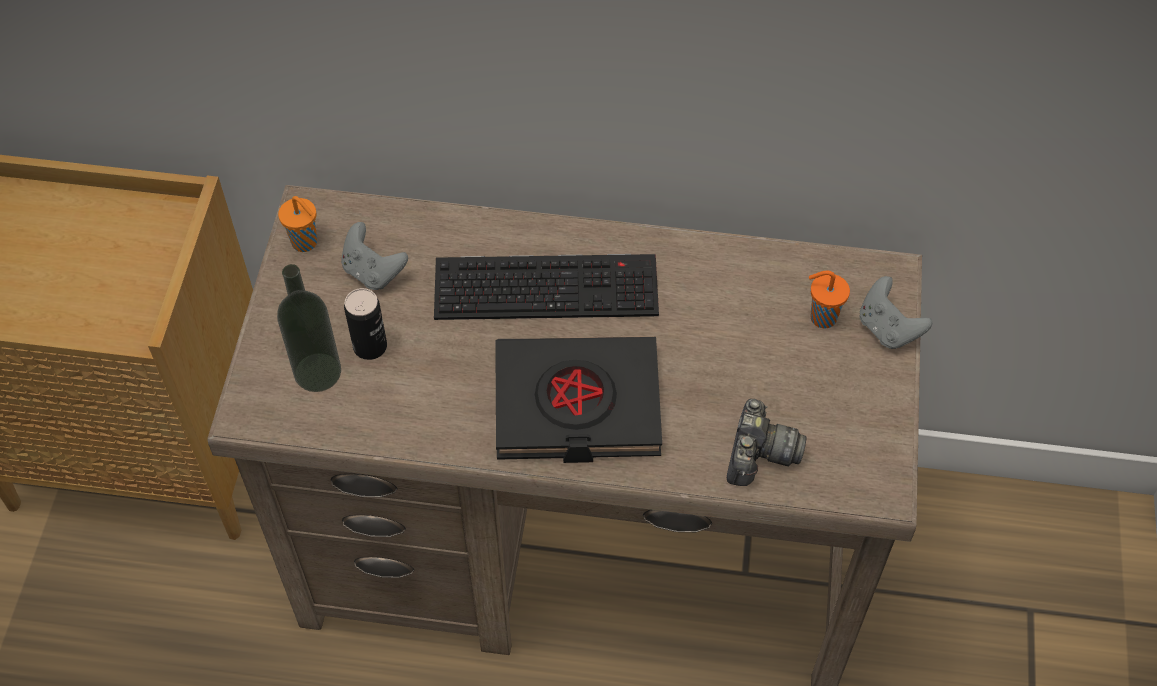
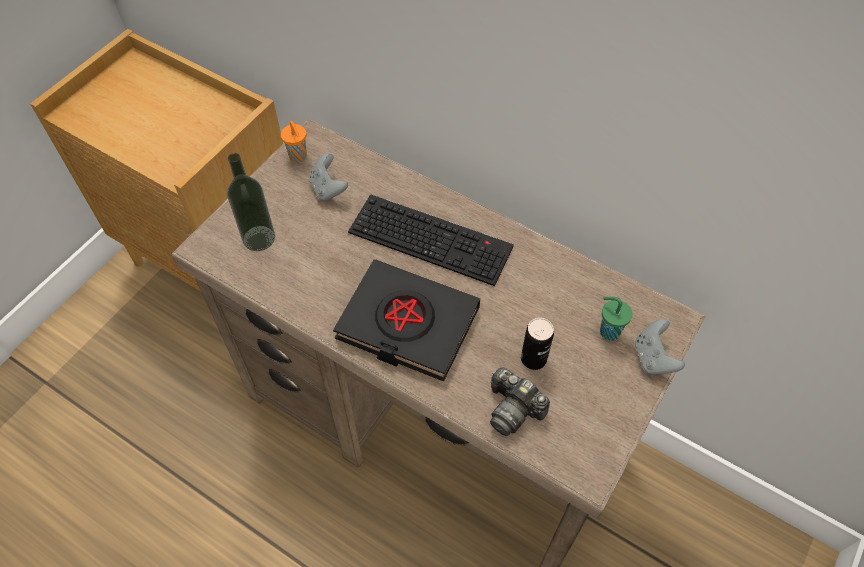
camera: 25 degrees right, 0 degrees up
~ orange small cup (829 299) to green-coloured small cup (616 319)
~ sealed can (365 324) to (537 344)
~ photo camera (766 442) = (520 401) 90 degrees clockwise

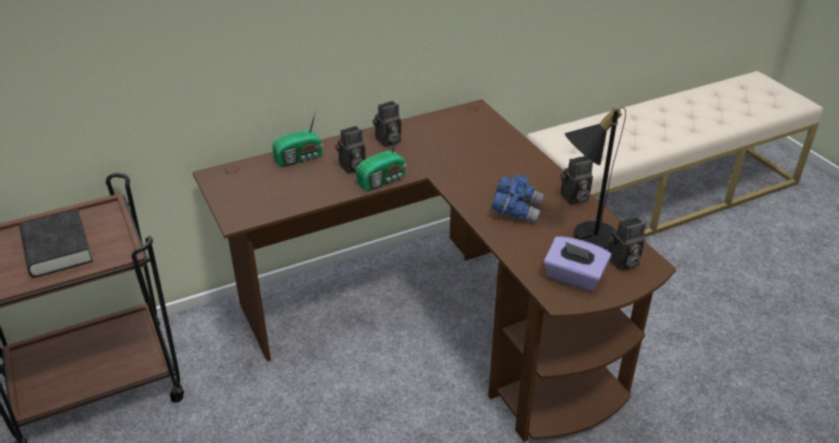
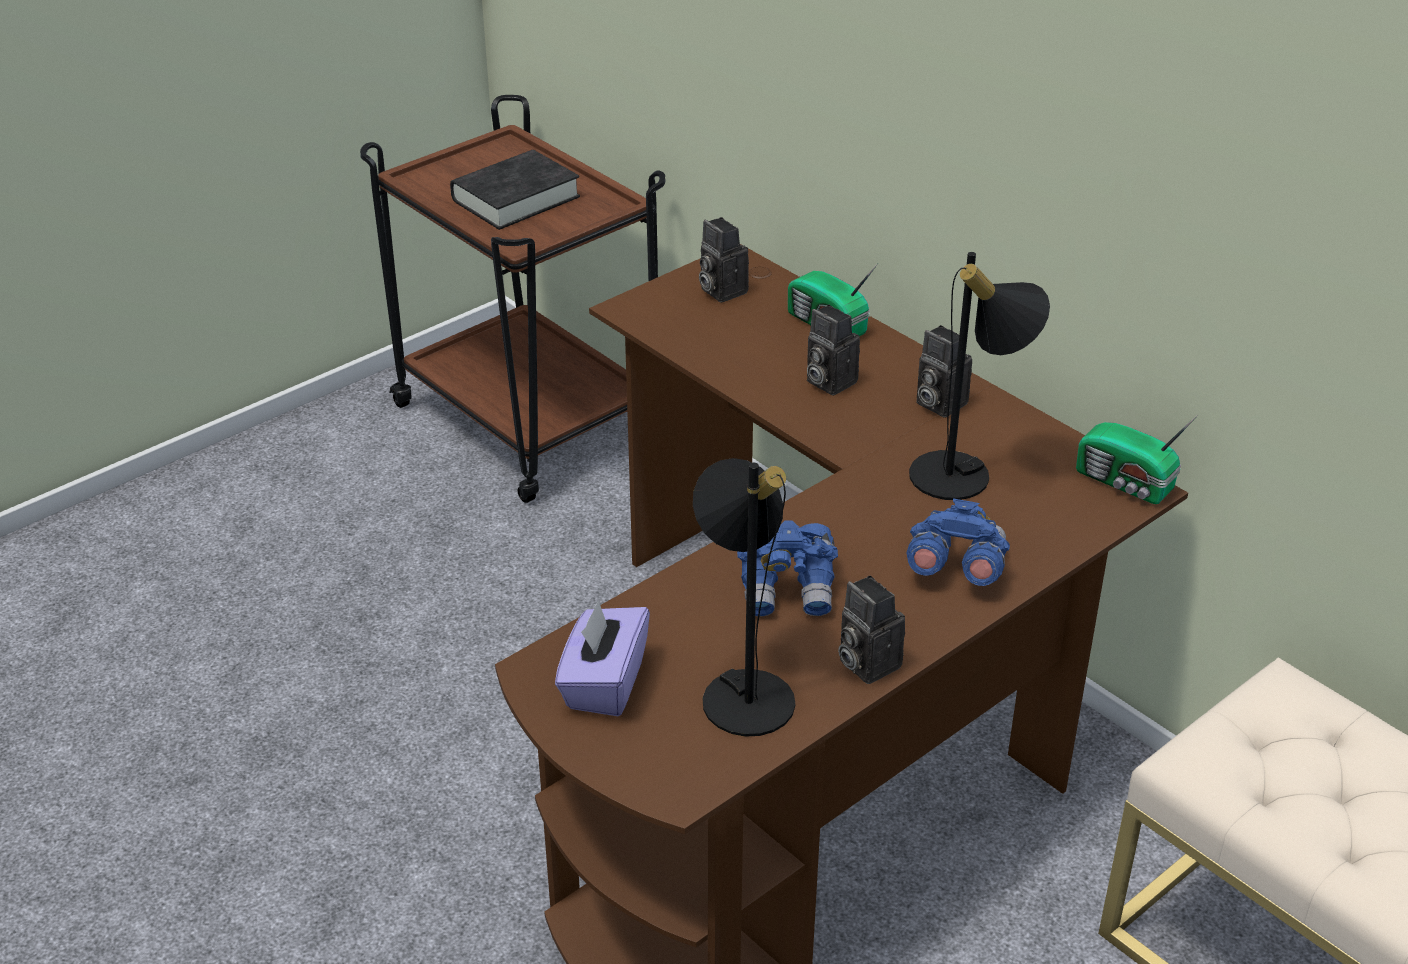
camera: 75 degrees right, 0 degrees up
~ radio set (381 159) to (1137 459)
~ photo camera (627 243) to (724 259)
+ blackish tabletop lamp (979 376)
+ bluish pair of binoculars (958 542)

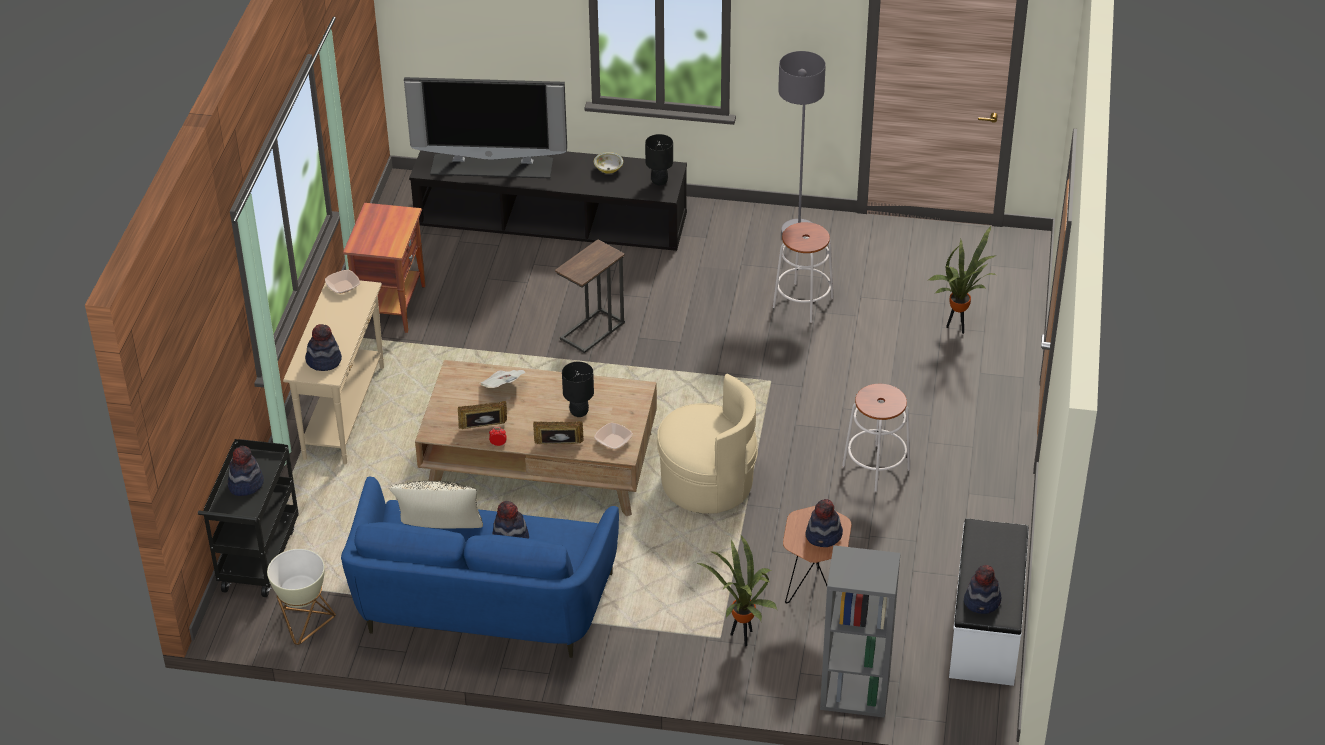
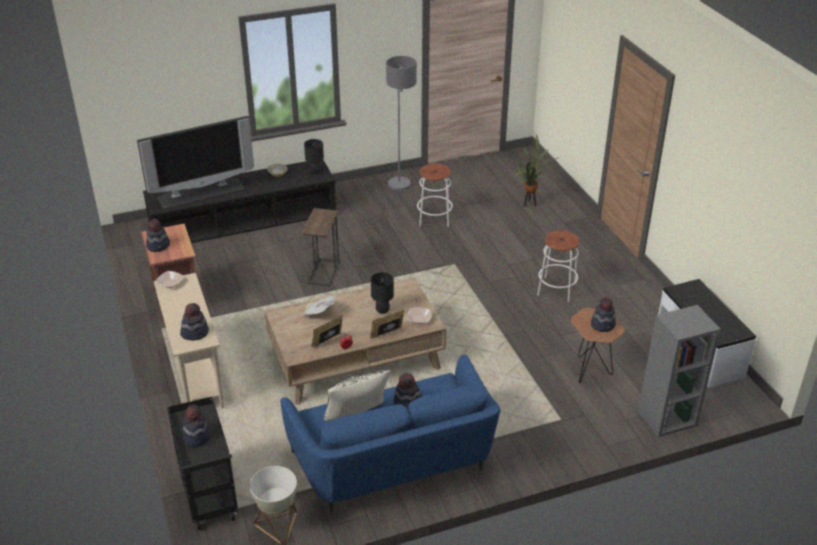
camera: 30 degrees left, 5 degrees down
- beige-coloured armchair (707 444)
- houseplant (737 590)
~ hat (982 589) to (158 235)

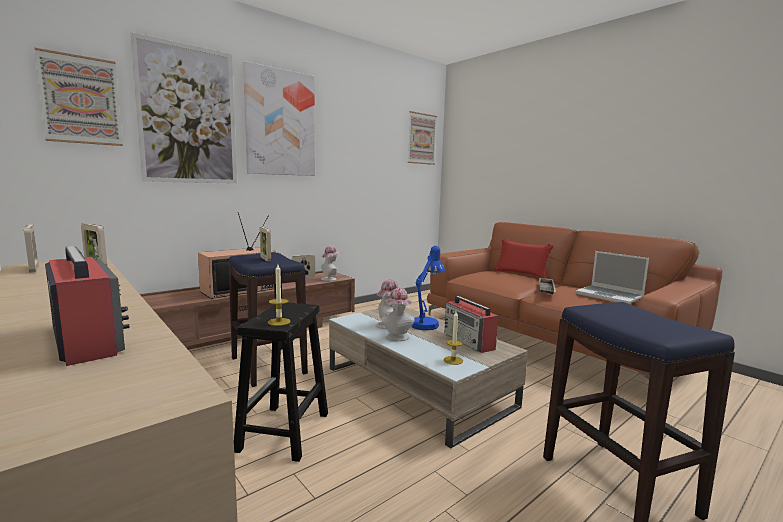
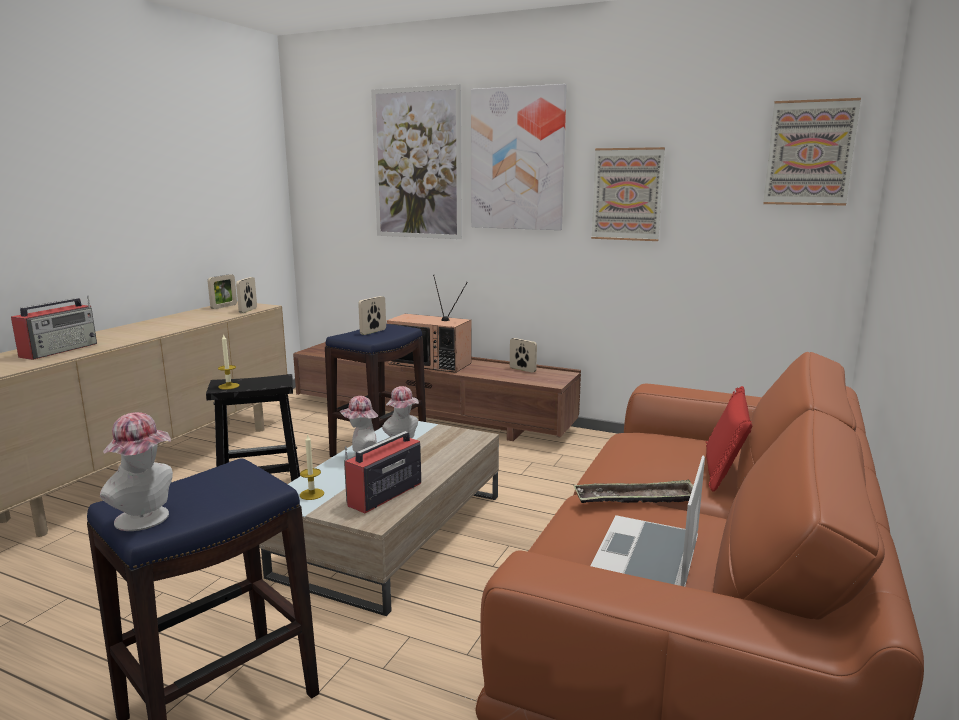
camera: 65 degrees right, 5 degrees up
~ picture (78 96) to (628 194)
~ hat (331 263) to (136 471)
- bluish tabletop lamp (428 288)

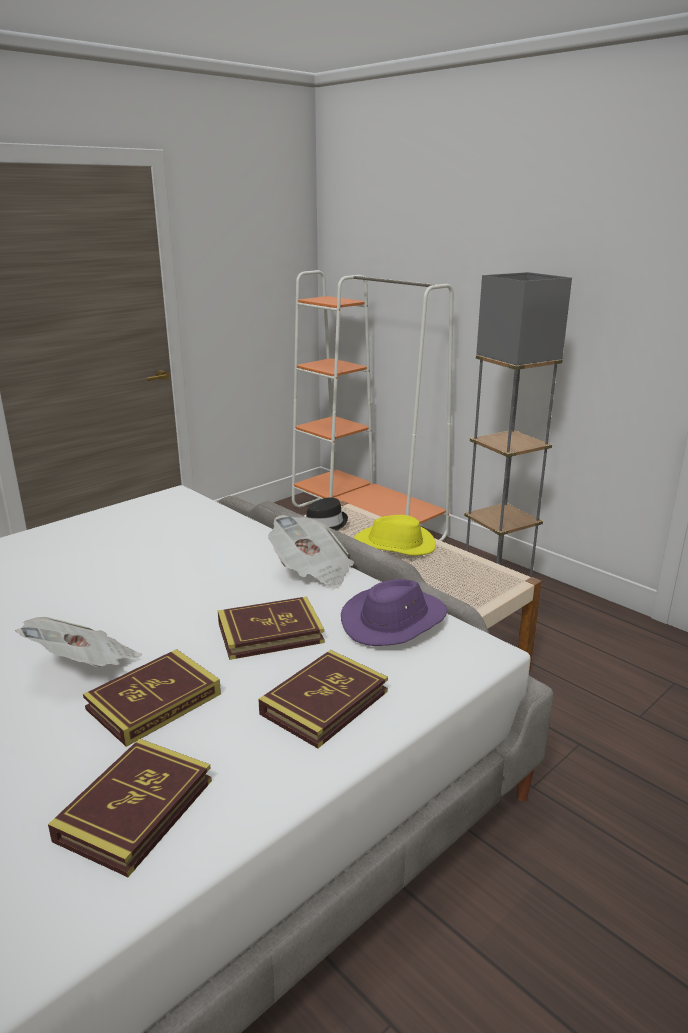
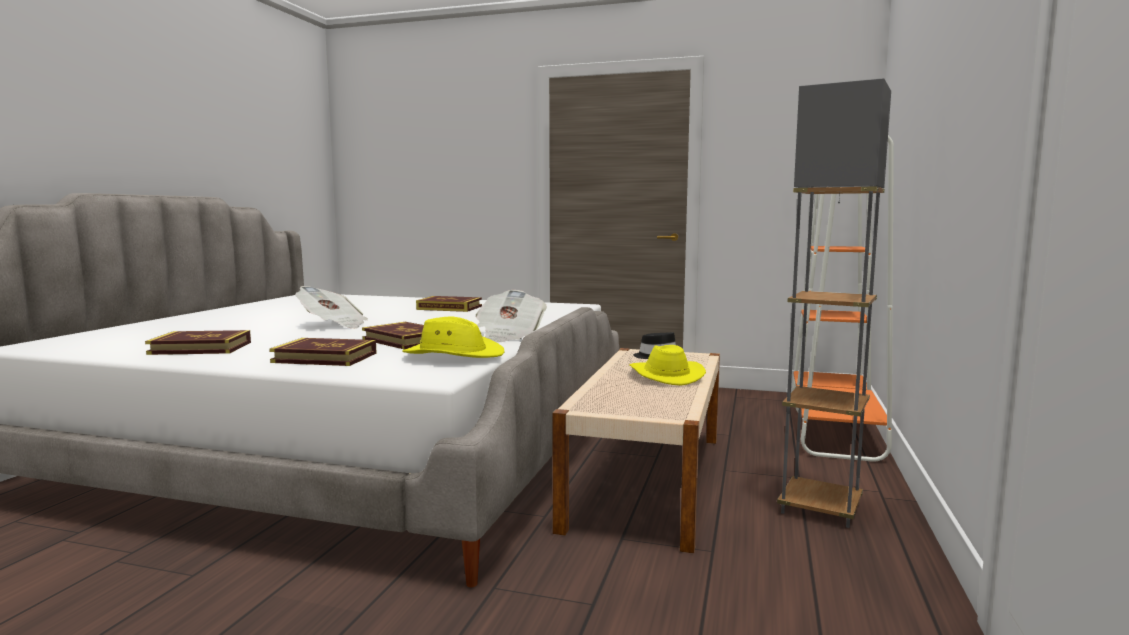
camera: 60 degrees right, 15 degrees down
~ purple-coloured hat (394 612) to yellow hat (453 337)
~ volume (152 698) to (449 304)

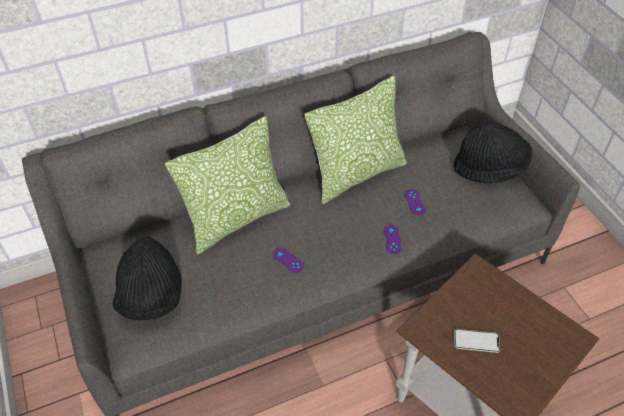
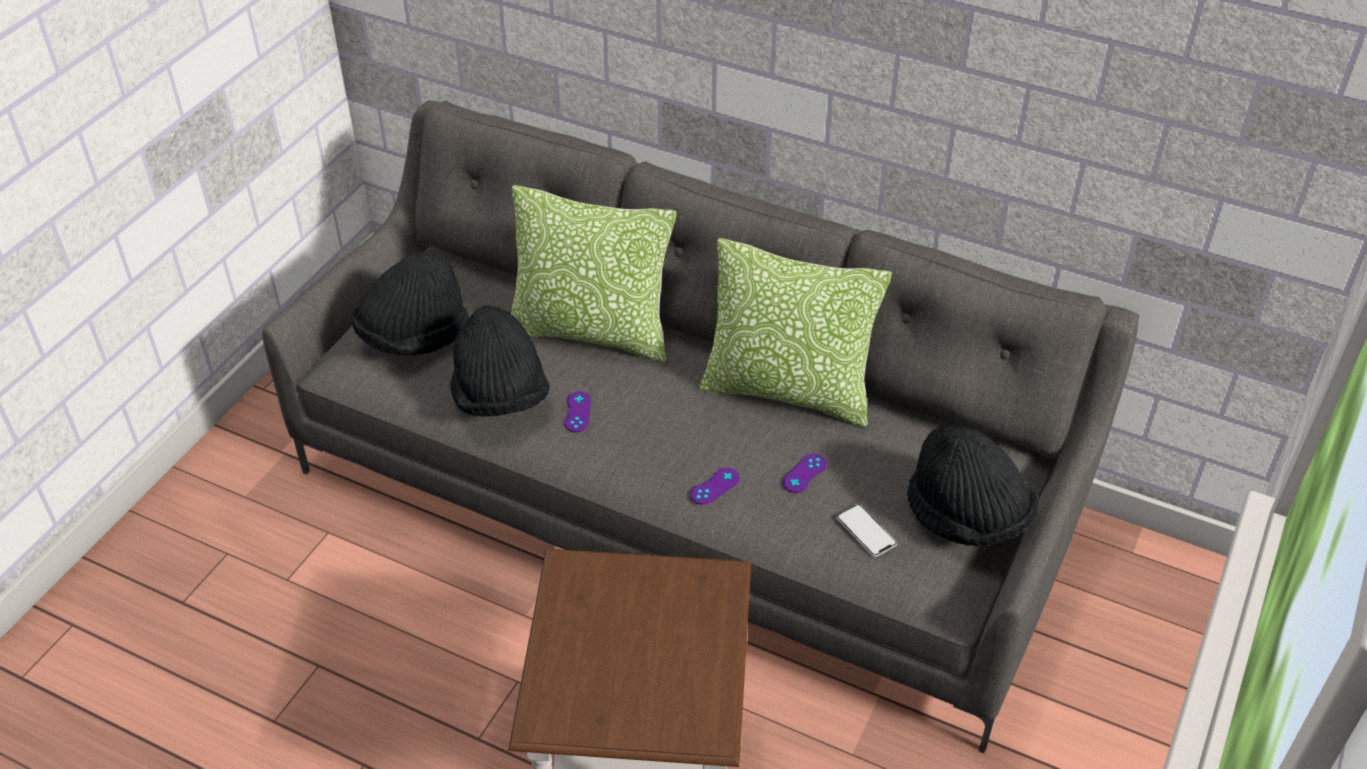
camera: 50 degrees right, 5 degrees down
~ telephone (477 341) to (866 530)
+ blackish hat (500 361)

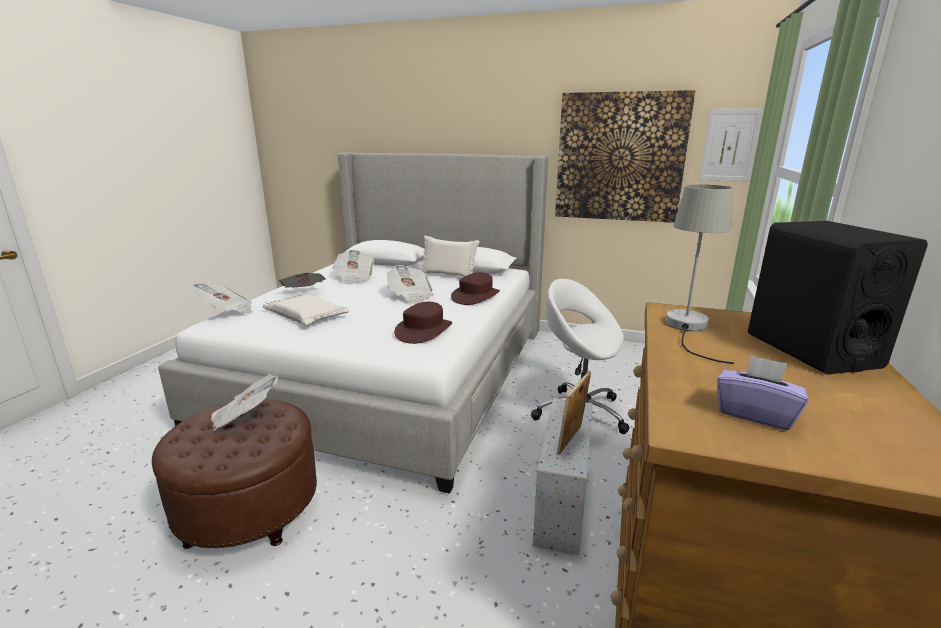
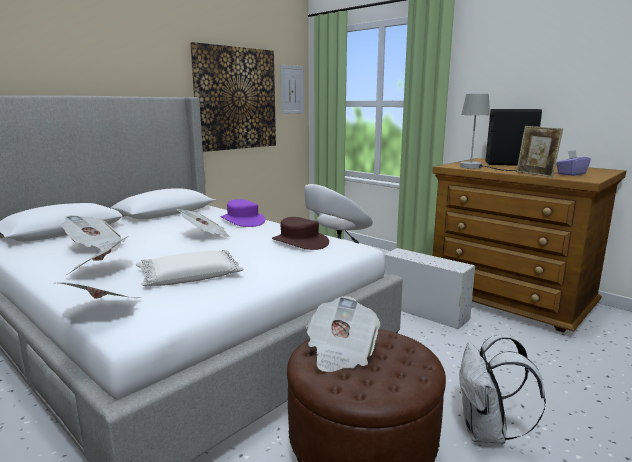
camera: 65 degrees left, 5 degrees down
- whitish throw pillow (449 256)
~ brown-coloured hat (475 288) to purple-coloured hat (243 213)
~ standing frame (574 413) to (539 152)
+ whitish knapsack (502 389)

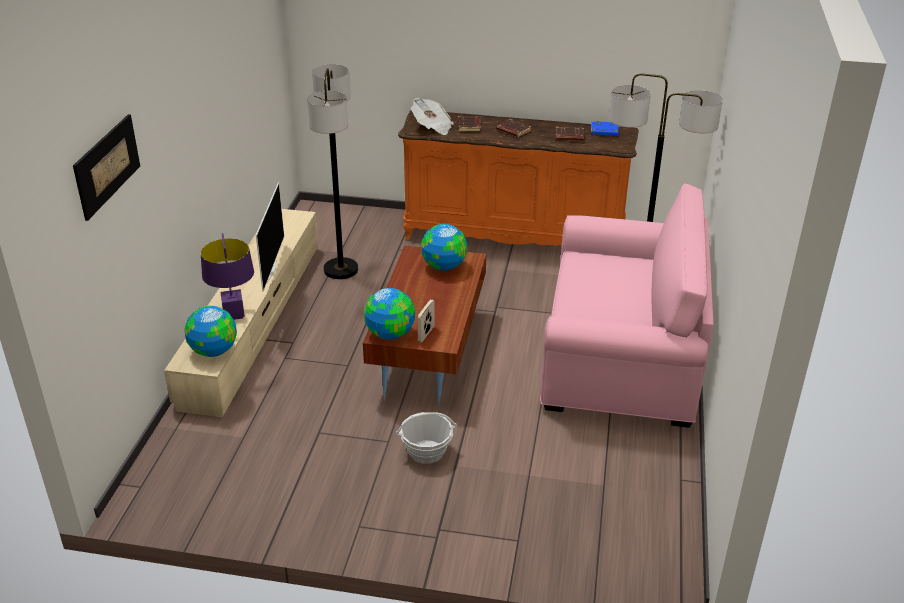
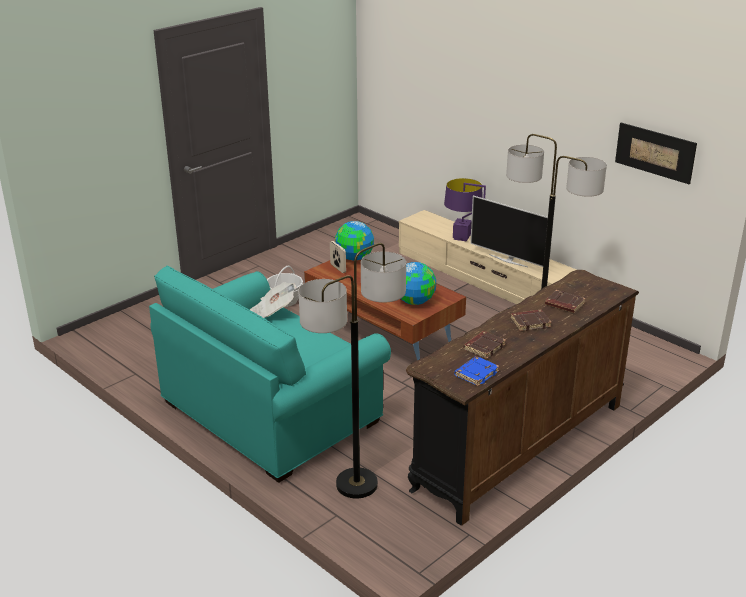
camera: 125 degrees right, 5 degrees down
~ newspaper (432 116) to (273 300)
~ orange storage cabinet (518 178) to blackish storage cabinet (522 398)
~ picture (106 167) to (656 153)
~ pink settee (626 305) to turquoise-coloured settee (270 374)
- desk globe (210 331)

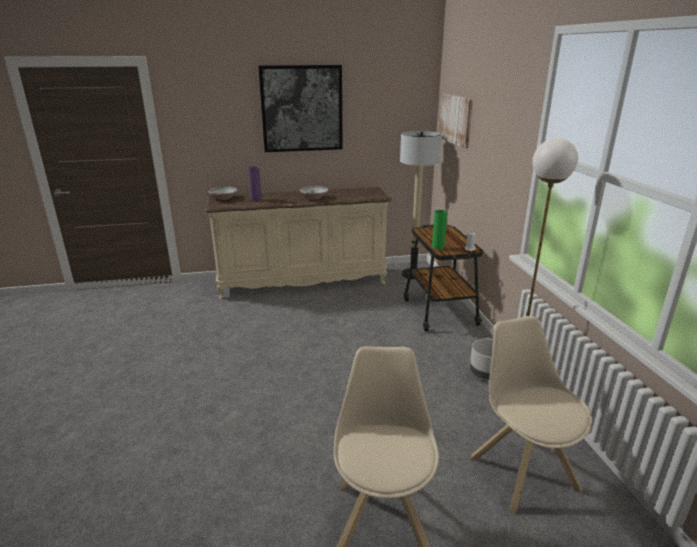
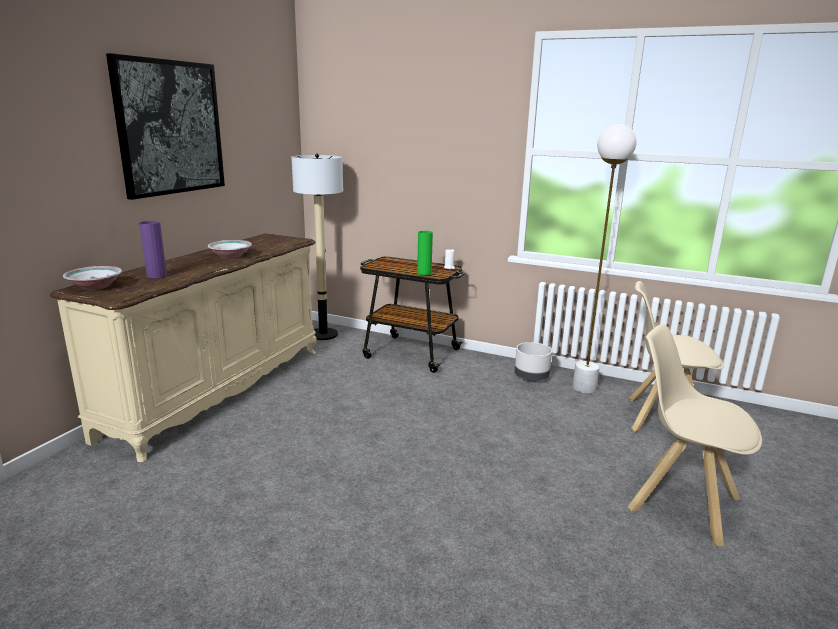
camera: 55 degrees left, 5 degrees down
- picture (456 121)

